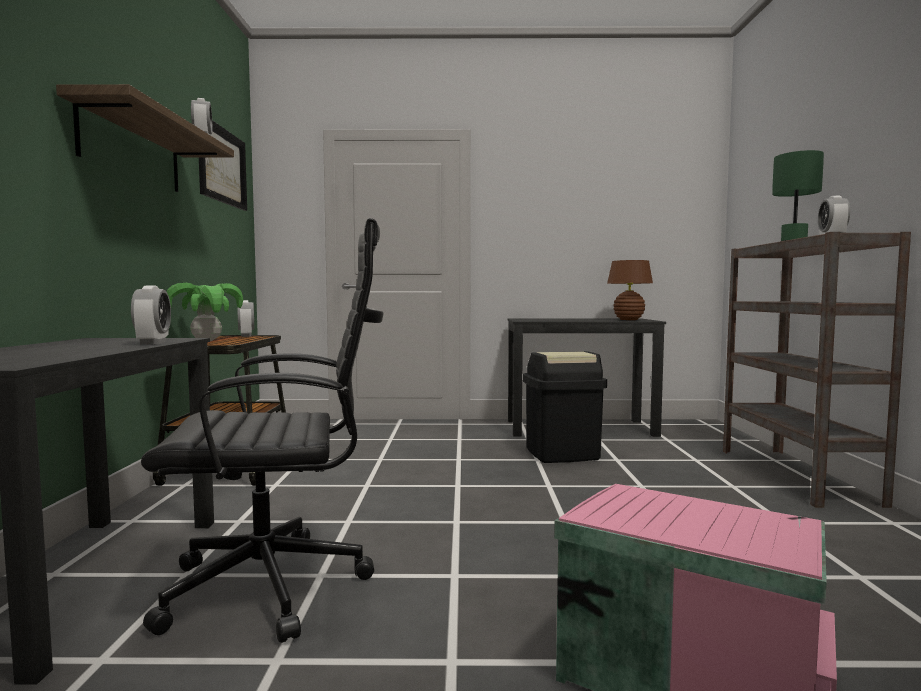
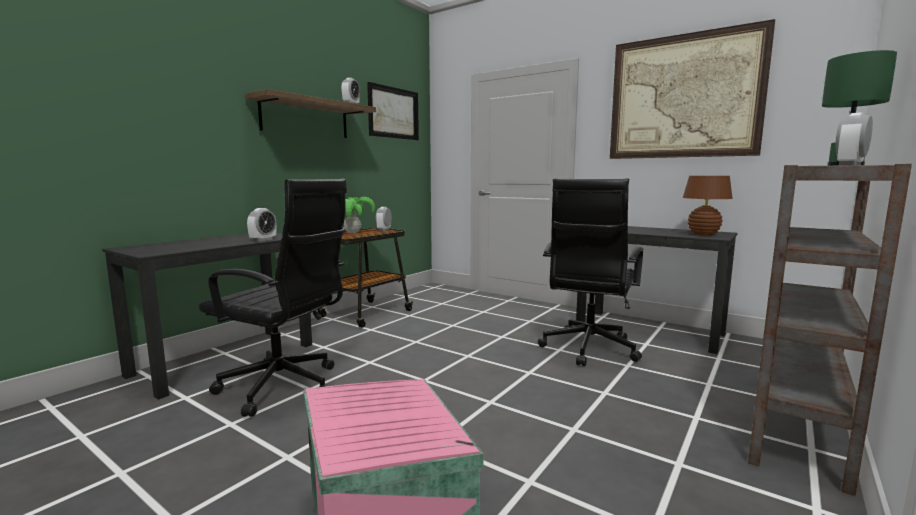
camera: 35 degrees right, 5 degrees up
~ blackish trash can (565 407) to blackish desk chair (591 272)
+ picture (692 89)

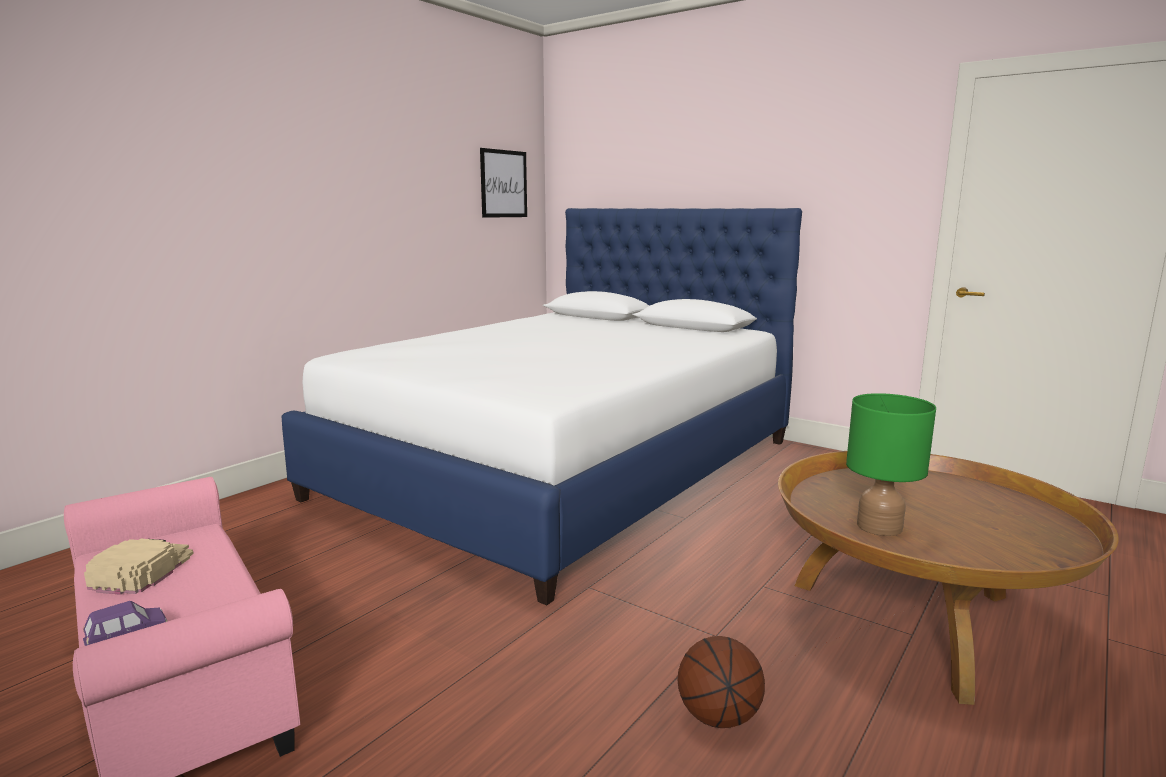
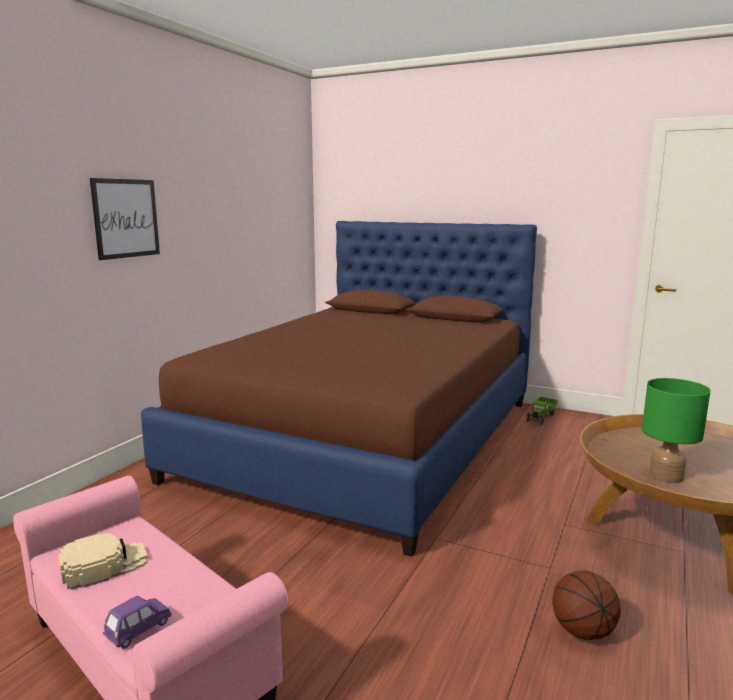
camera: 10 degrees left, 0 degrees up
~ picture (503 183) to (125 219)
~ whitish sleeping bed (542 406) to brown-coloured sleeping bed (339 389)
~ beige-coloured cap (139 567) = (103 561) 60 degrees clockwise
+ toy lorry (541 411)

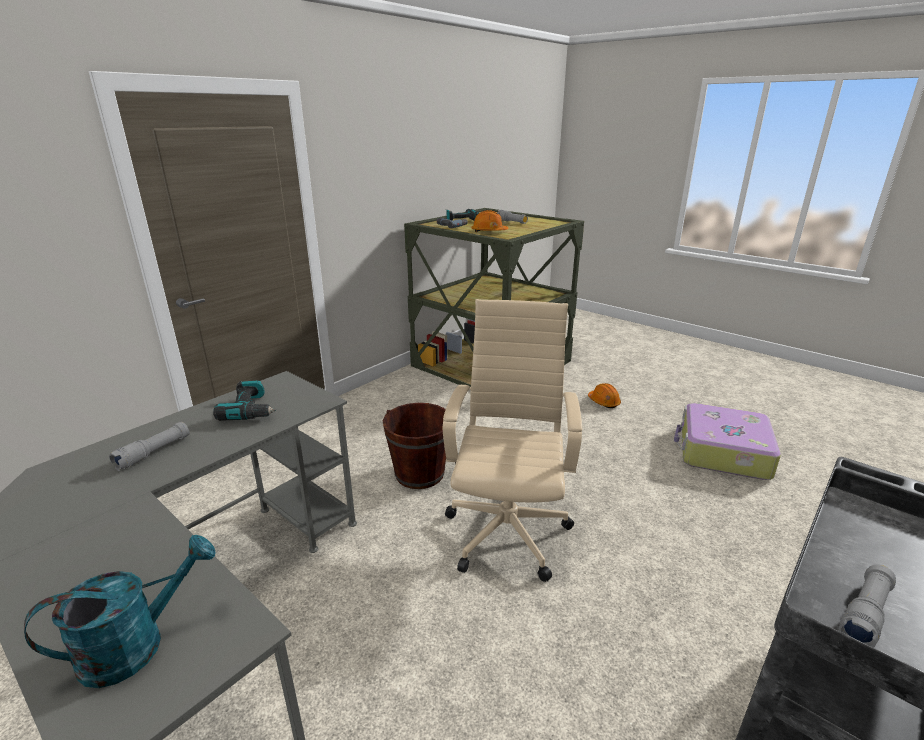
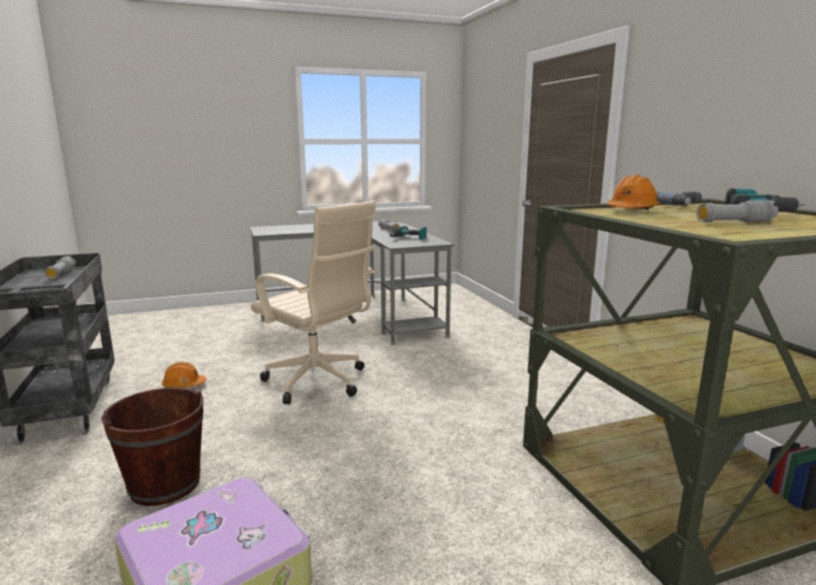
camera: 120 degrees right, 10 degrees down
~ orange hard hat (604 395) to (183 375)
~ brown-coloured bucket (414 446) to (152 447)
- turquoise-coloured watering pot (119 611)

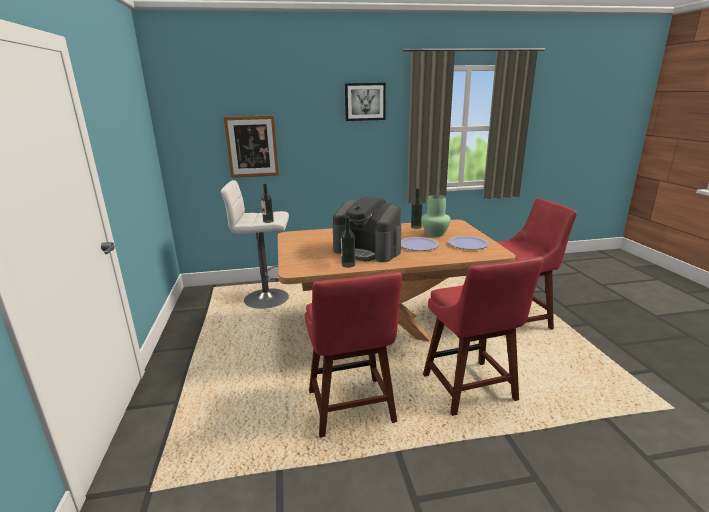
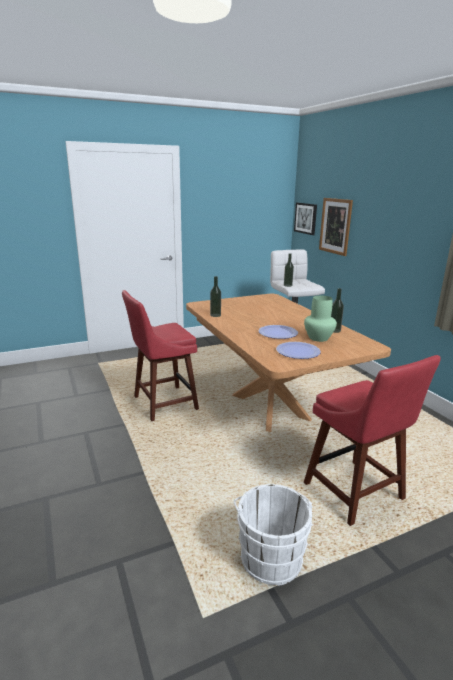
camera: 75 degrees right, 0 degrees up
~ picture (365 102) to (305 219)
- coffee brewer (366 229)
- red upright chair (483 336)
+ whitish bucket (273 535)

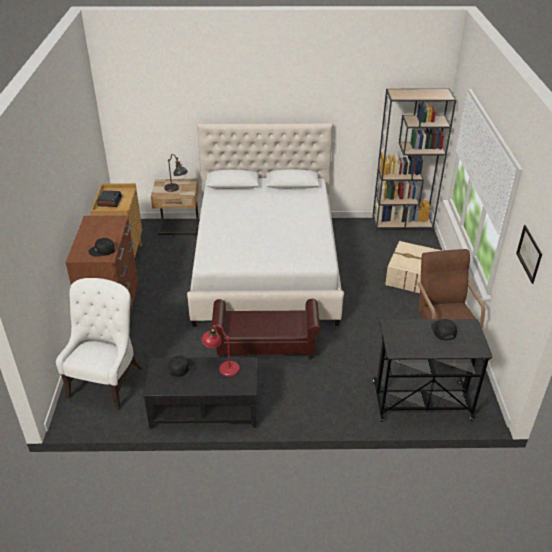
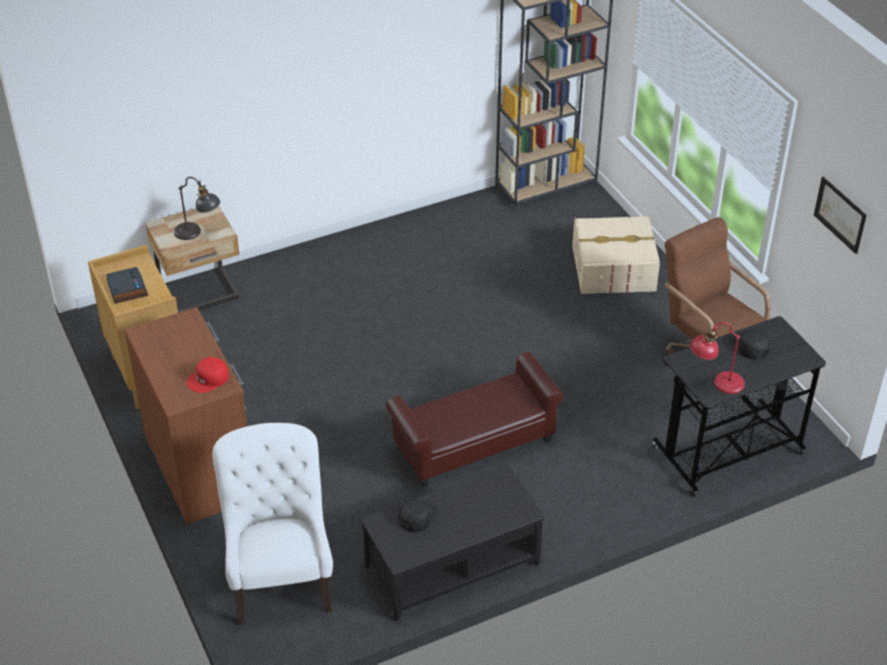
camera: 25 degrees left, 5 degrees up
- whitish sleeping bed (265 225)
~ blackish cap (101 247) to red cap (208 375)
~ red tabletop lamp (221 350) to (717 358)

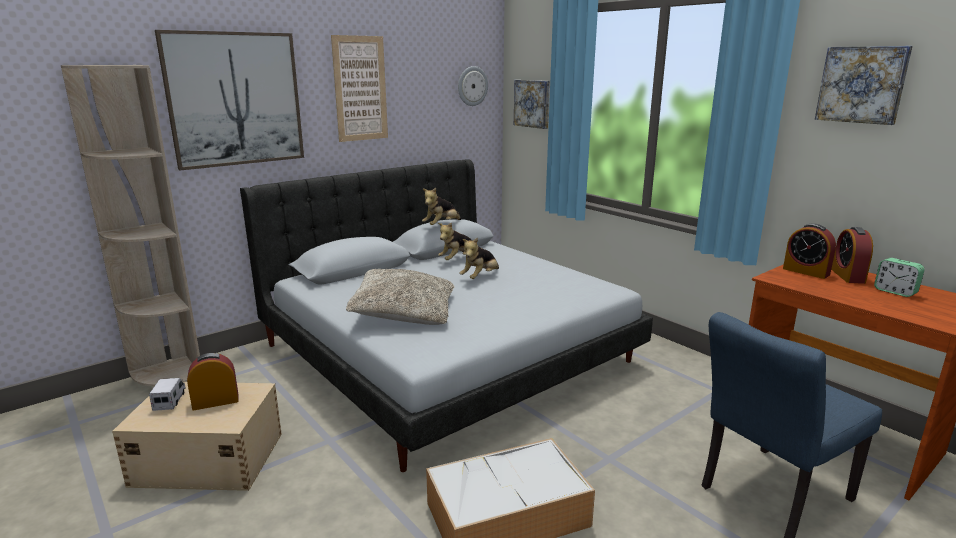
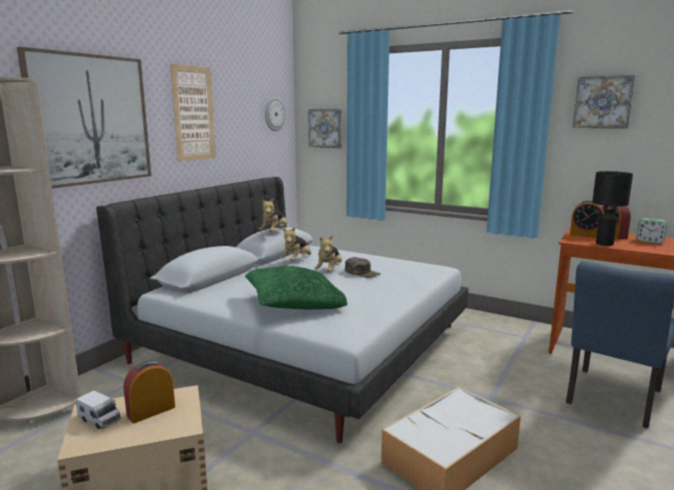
camera: 20 degrees left, 5 degrees down
~ beige-coloured throw pillow (400 297) to green-coloured throw pillow (296 287)
~ toy lorry (167 394) = (98 409) 150 degrees clockwise
+ blackish tabletop lamp (612 208)
+ green-coloured cap (363 267)

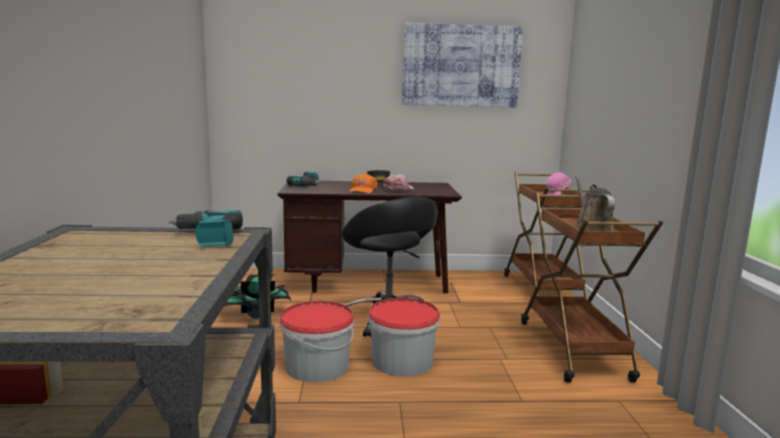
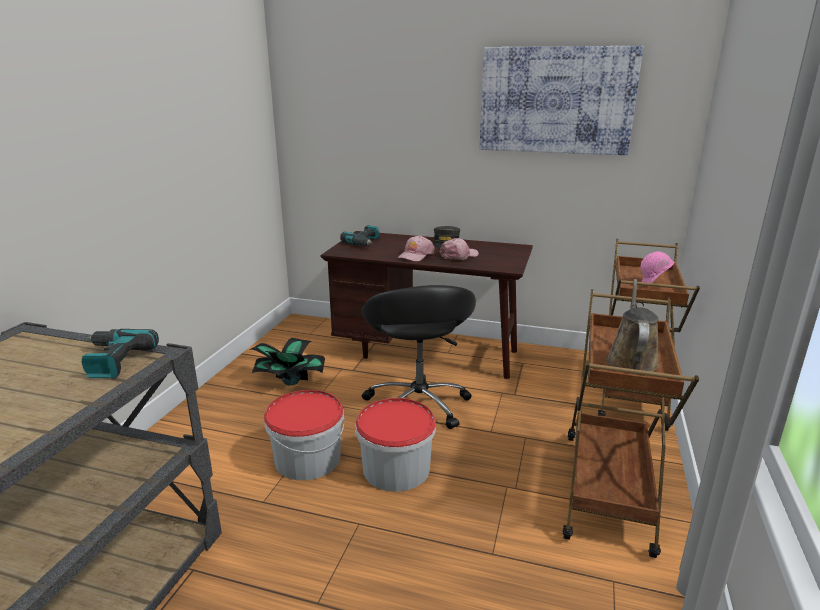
camera: 20 degrees right, 10 degrees up
~ orange cap (363 183) to pink cap (416 248)

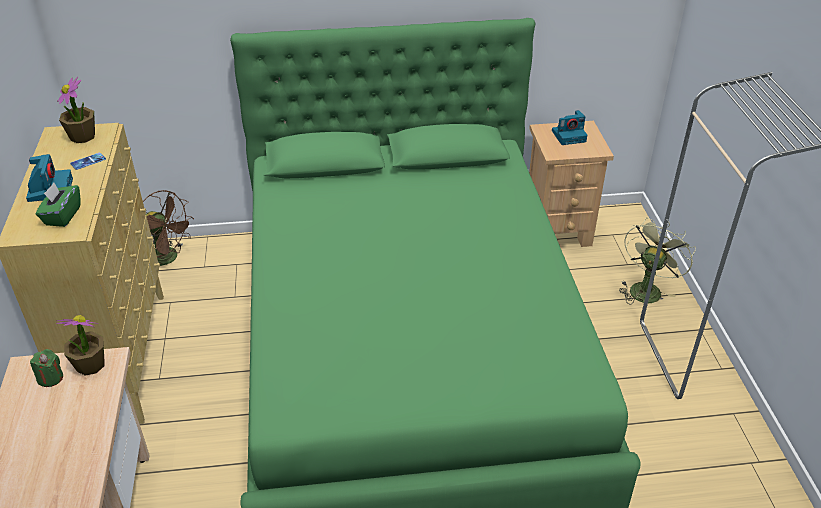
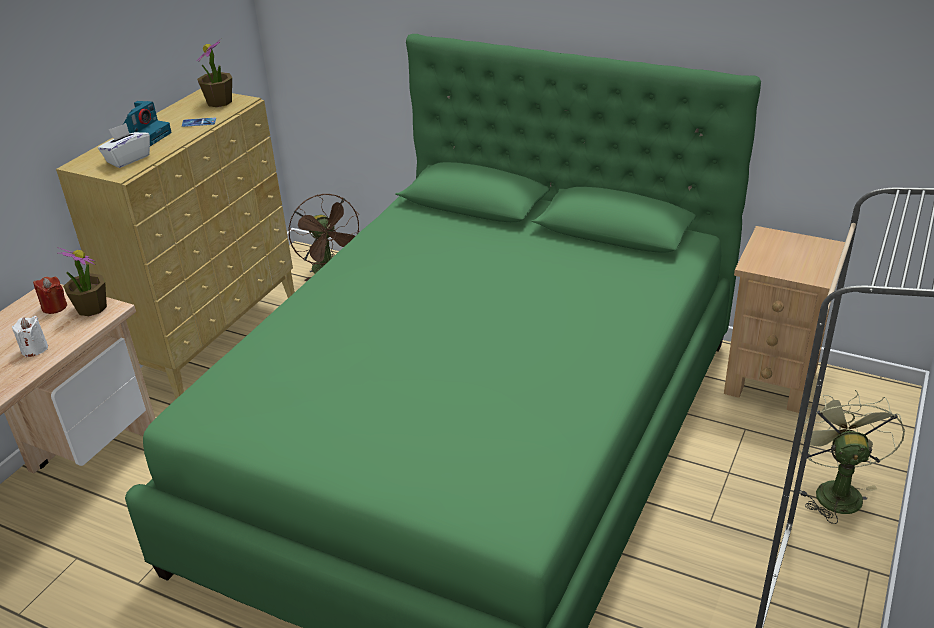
camera: 35 degrees right, 5 degrees down
- photo camera (569 127)
~ green-coloured tissue holder (58 204) to whitish tissue holder (124 145)
~ green-coloured electric fan (657 261) = (850 457) 60 degrees counterclockwise
~ green-coloured candle (46 368) to red candle (50 295)
+ whitish candle (30 336)

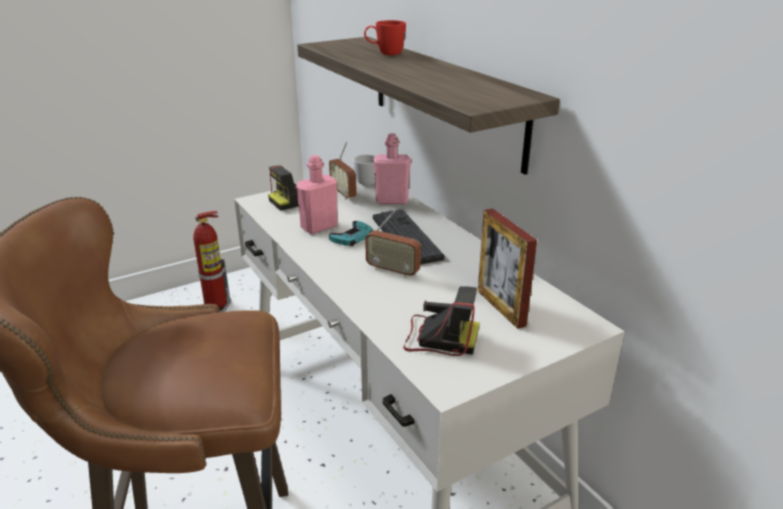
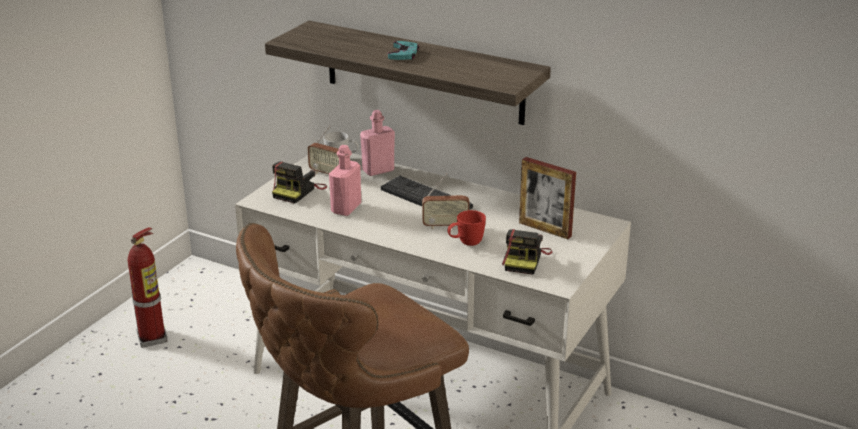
camera: 30 degrees left, 0 degrees up
~ red mug (385 37) to (466 228)
~ turquoise-coloured joypad (351 233) to (403 50)
~ photo camera (441 321) = (527 252) 120 degrees clockwise

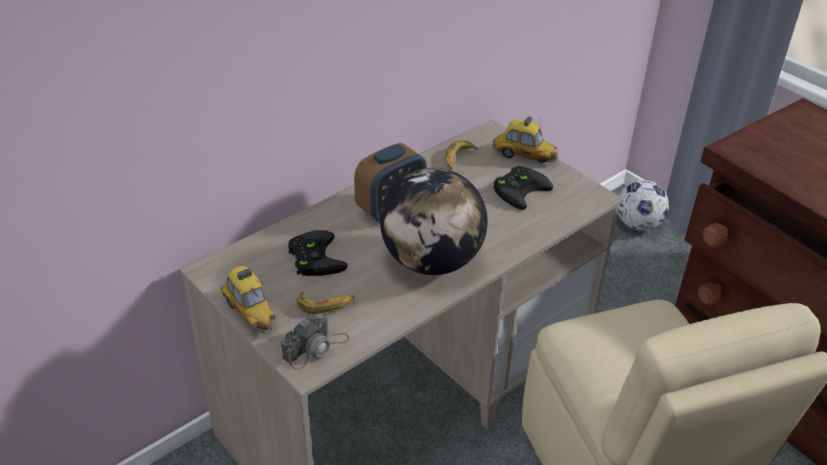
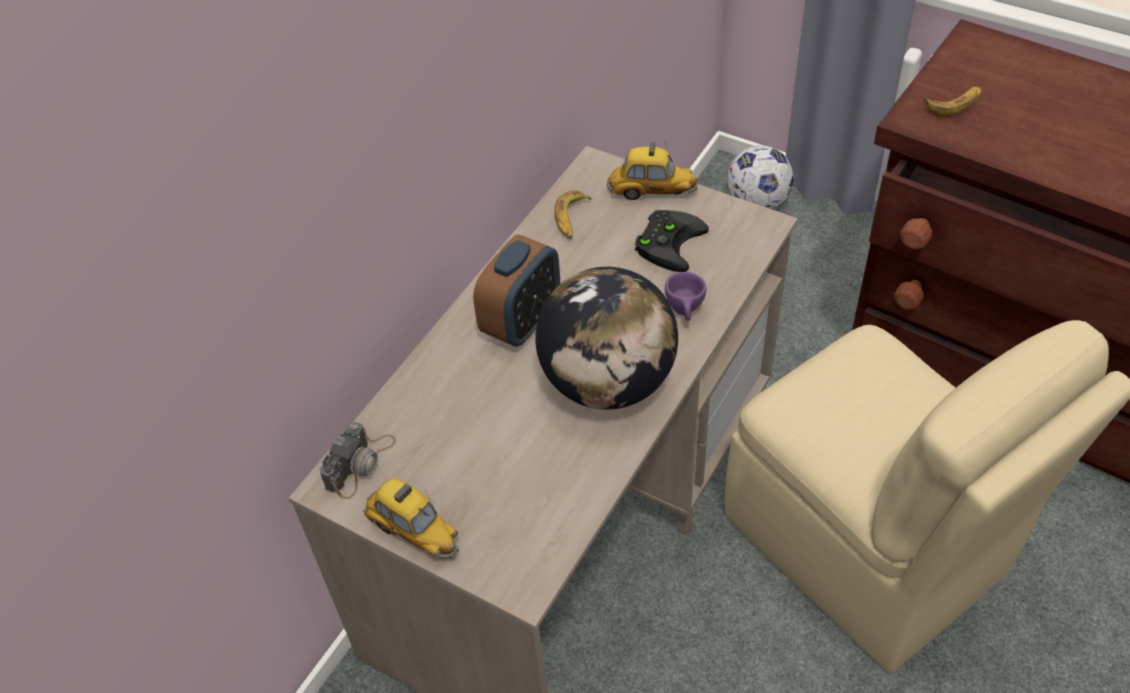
camera: 15 degrees left, 10 degrees up
- blackish joypad (318 253)
~ whole banana (325 303) to (953 101)
~ photo camera (315 341) to (358 460)
+ purple-coloured small cup (686 296)

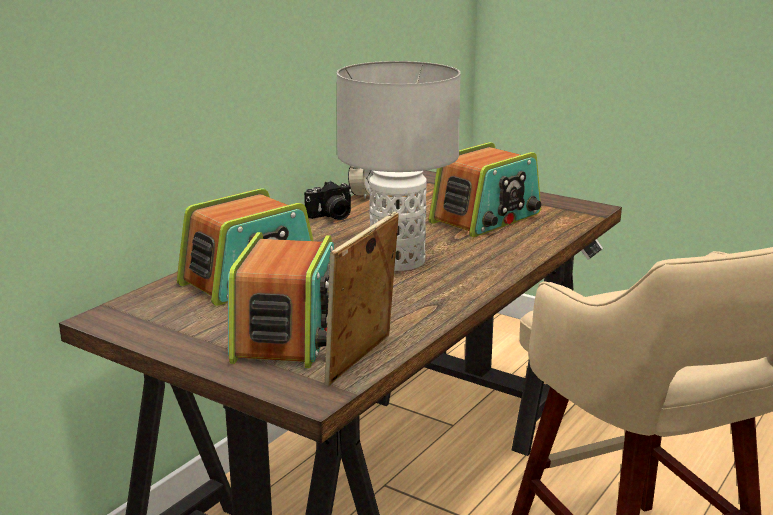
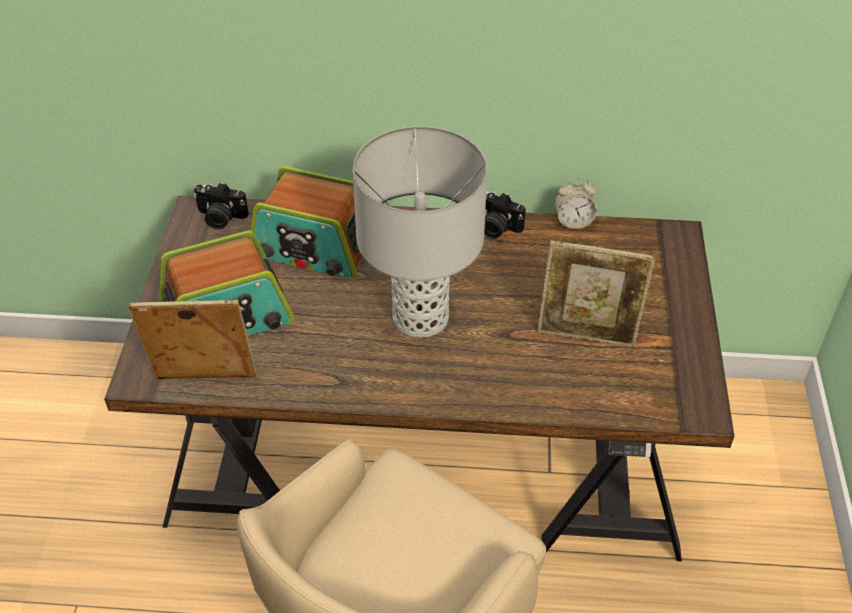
camera: 60 degrees right, 25 degrees up
~ radio set (485 189) to standing frame (596 293)
+ photo camera (221 206)

